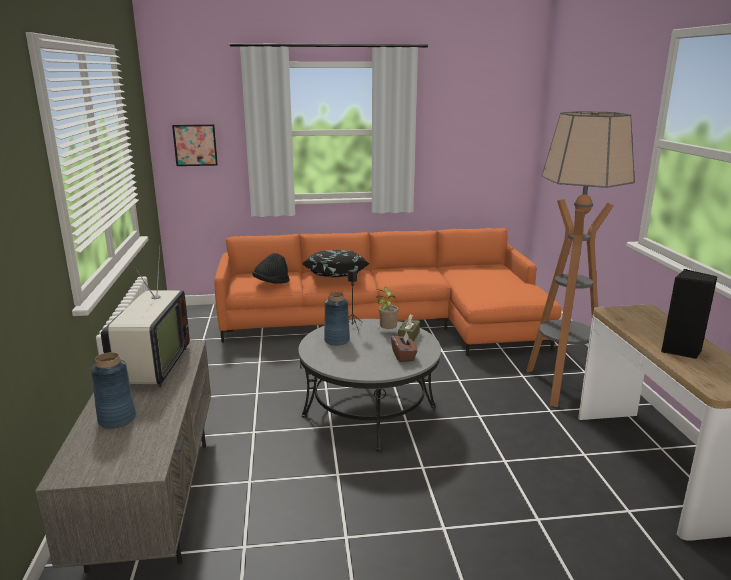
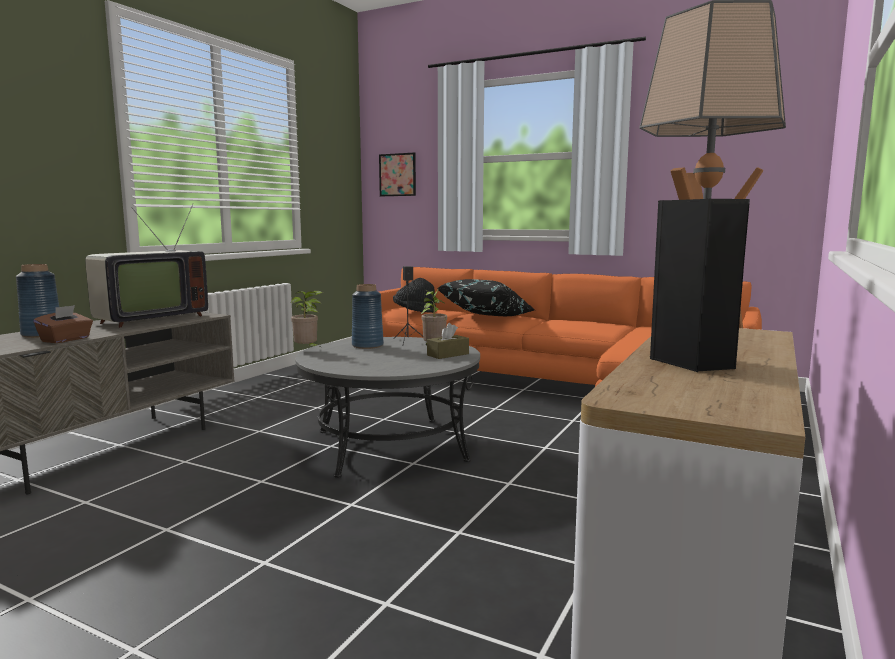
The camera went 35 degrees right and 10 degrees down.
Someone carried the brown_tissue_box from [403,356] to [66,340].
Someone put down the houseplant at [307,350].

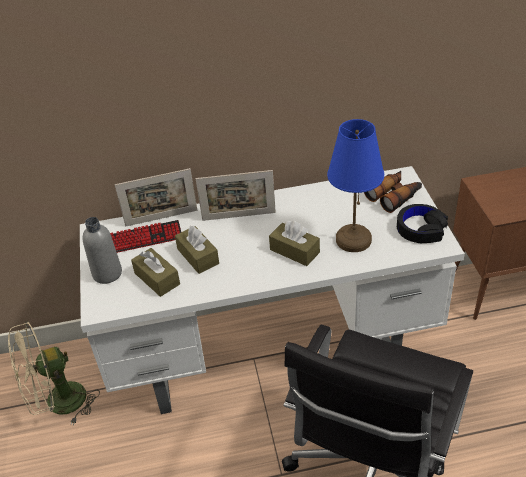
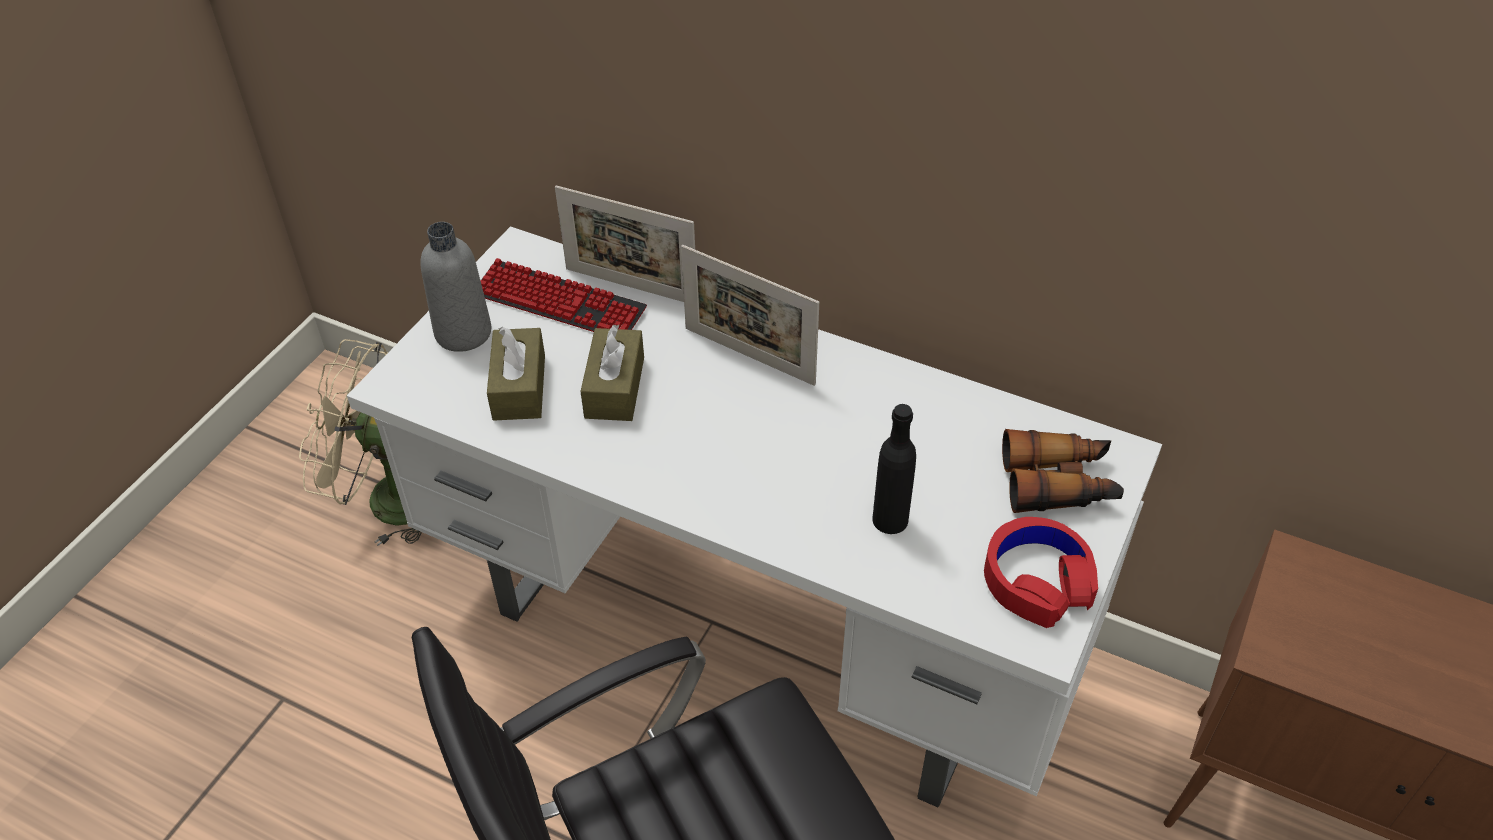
The camera went 35 degrees right and 5 degrees up.
Someone swapped the blue-coloured_table_lamp at [352,240] for the black_bottle at [890,520].
Someone repainted the black_pair_of_headphones at [421,229], which became the red_pair_of_headphones at [1037,580].
Someone took away the brown_tissue_box at [294,251].

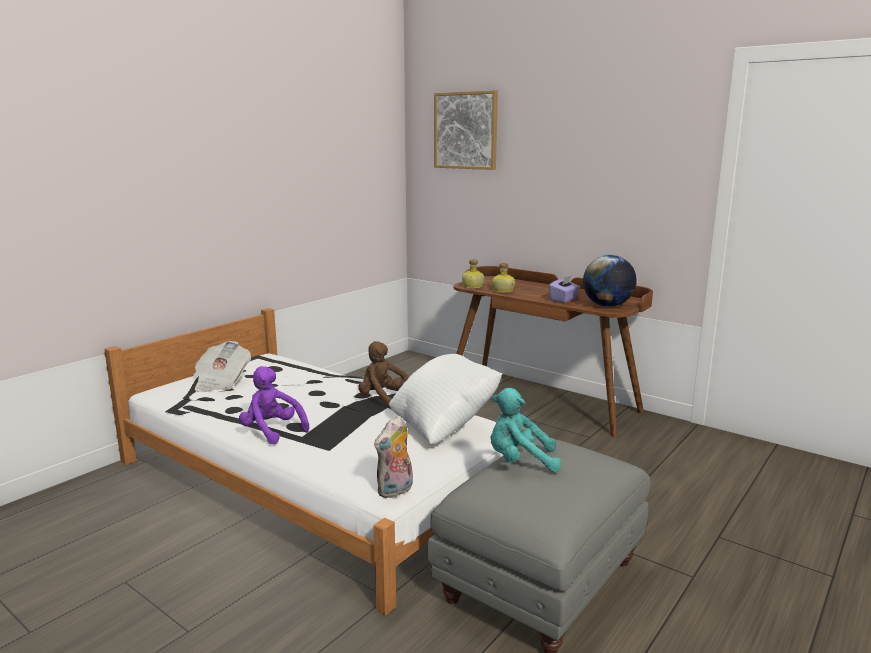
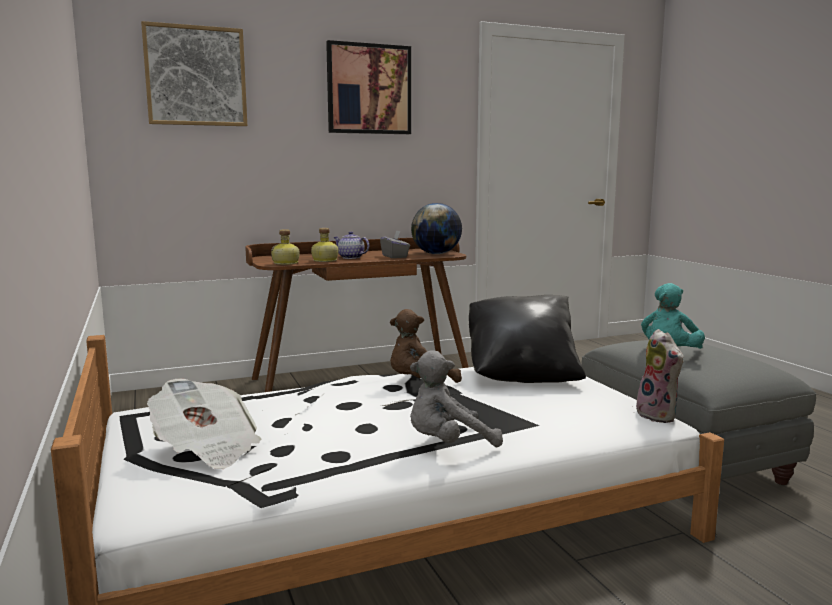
The camera went 60 degrees left and 5 degrees down.
Someone put up the wall_picture at [369,89].
Someone put down the teapot at [350,258].
Someone repainted the purple_tissue_box at [564,300], which became the gray_tissue_box at [395,256].
Someone repainted the purple_cuddly_toy at [272,431], which became the gray_cuddly_toy at [448,444].
Someone repainted the whitish_pillow at [444,425], which became the black_pillow at [521,374].

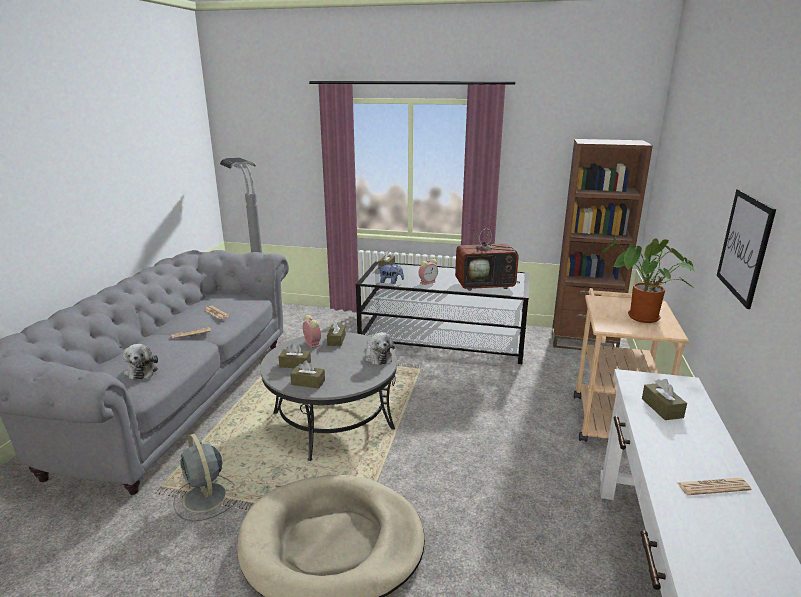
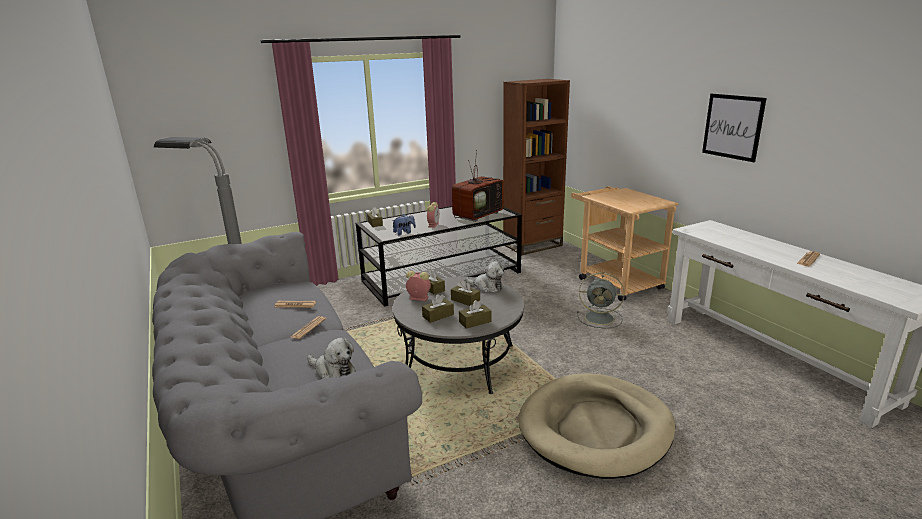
The camera went 40 degrees left and 0 degrees up.
Someone carried the brown_tissue_box from [662,408] to [465,300].
Someone carried the gray_fan from [206,498] to [601,318].
Someone took away the houseplant at [641,318].

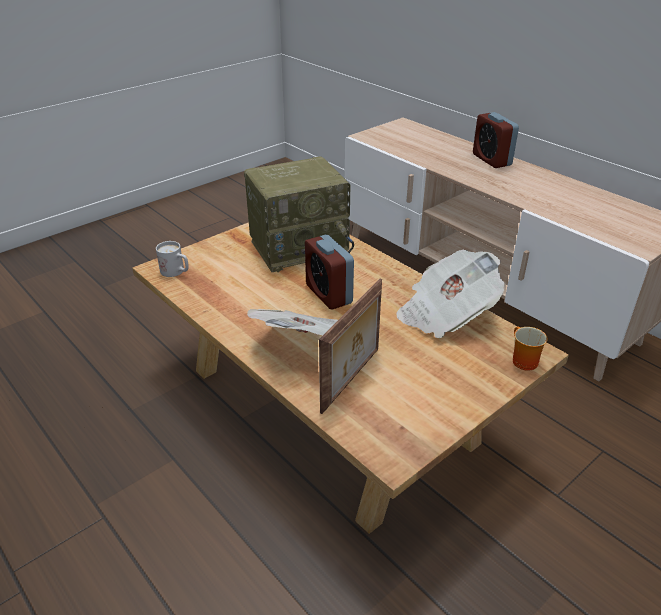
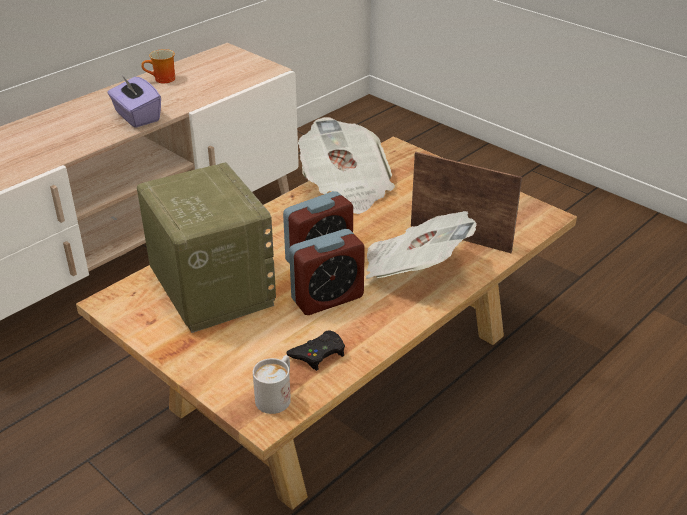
The camera went 95 degrees left and 0 degrees up.
Someone put down the purple_tissue_box at [136,117].
Someone carried the tea_mug from [521,360] to [163,80].
Someone put down the black_gamepad at [318,354].
Someone carried the bedside_clock from [491,160] to [327,298].

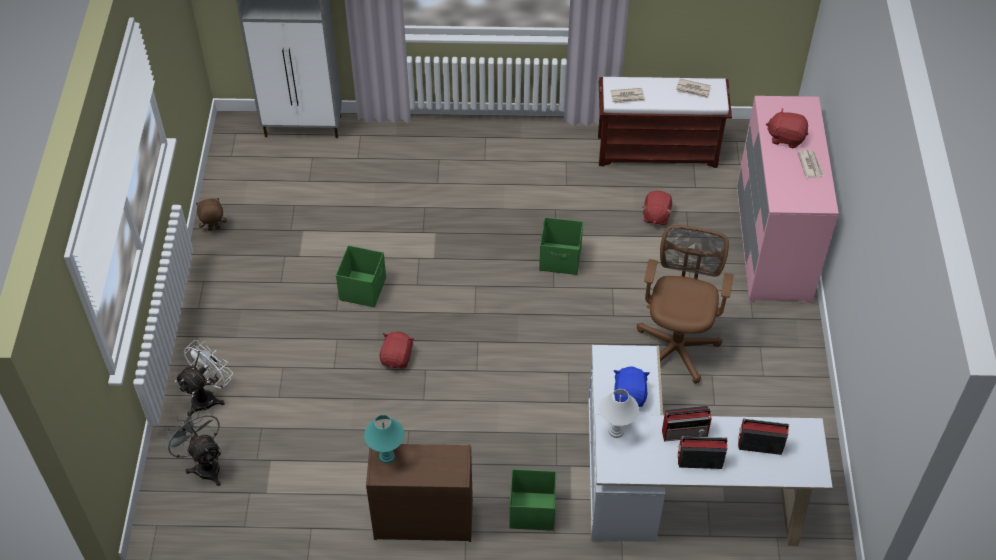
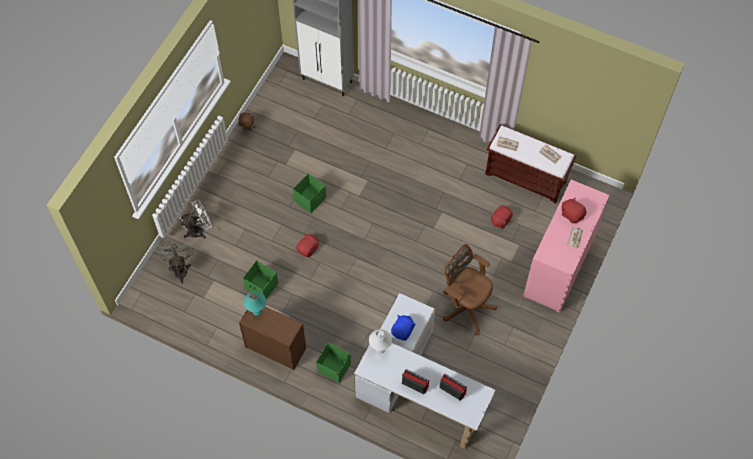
The camera went 25 degrees right and 10 degrees up.
Someone carried the green_storage_container from [561,259] to [262,286].
Someone rotated the brown_office_chair at [676,346] by 90 degrees counterclockwise.
Someone took away the radio_set at [685,433].

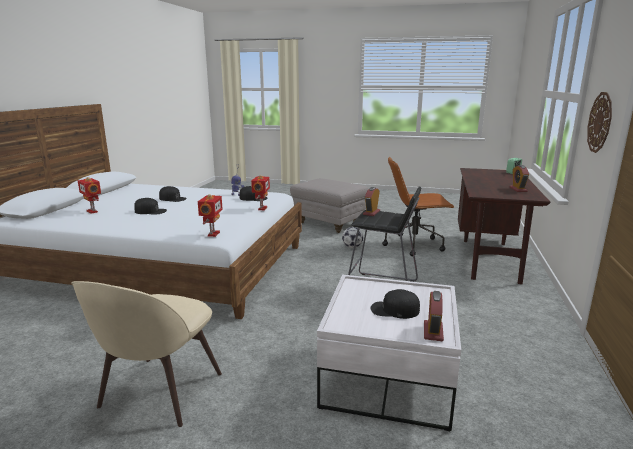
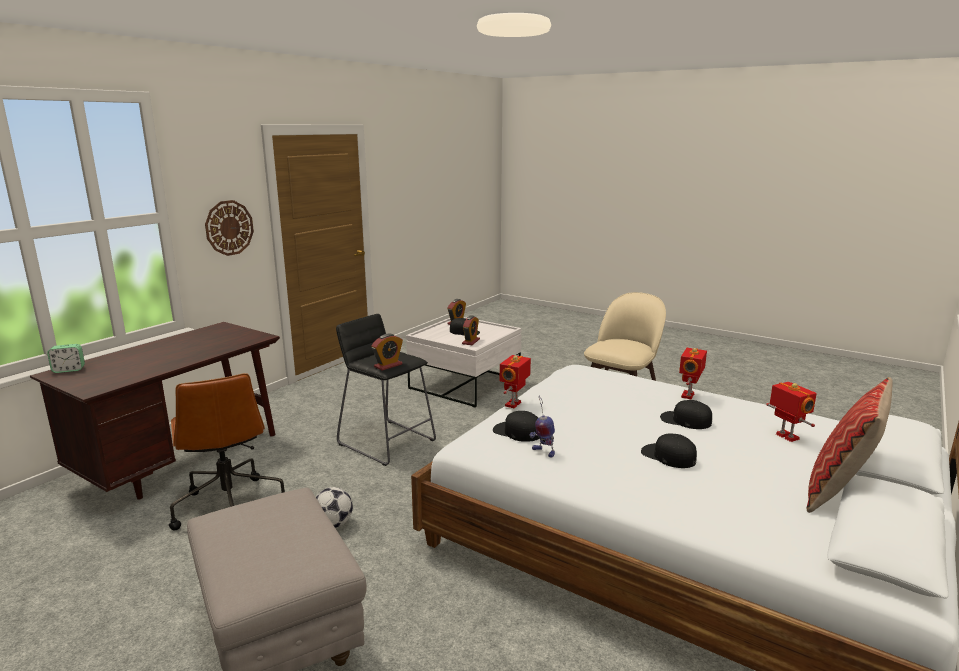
The camera went 160 degrees left and 0 degrees up.
Someone rotated the brown_office_chair at [415,245] by 45 degrees clockwise.
Someone carried the bedside_clock from [518,189] to [471,341].
Someone carried the robot_figure from [212,234] to [689,395].
Someone put down the pillow at [839,492].

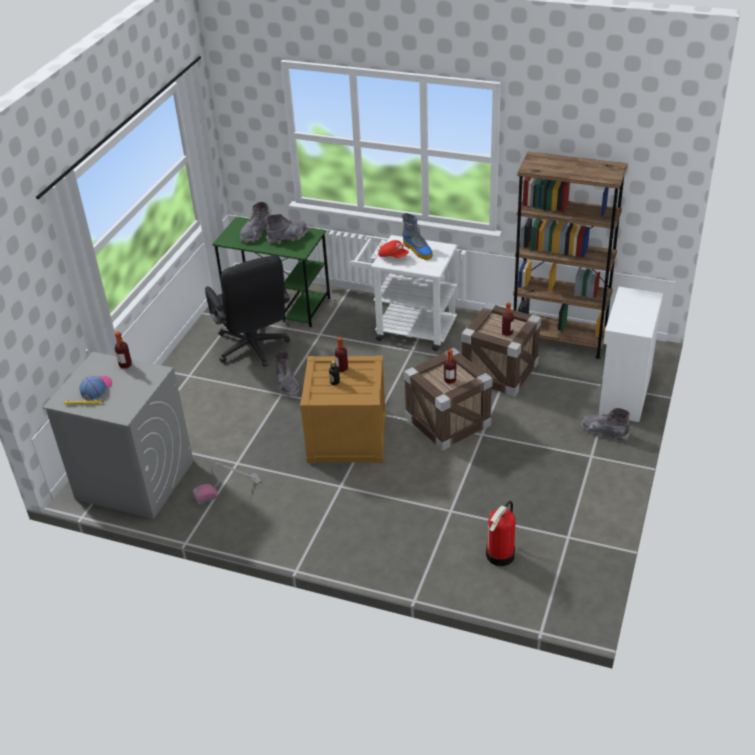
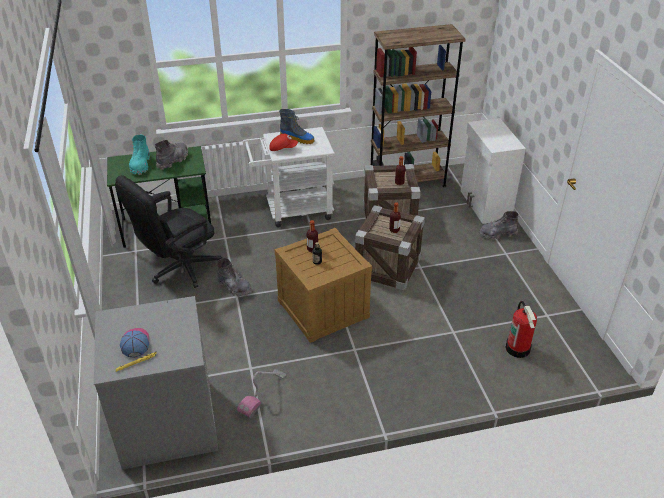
The camera went 35 degrees left and 0 degrees up.
Someone rotated the black_office_chair at [254,349] by 105 degrees clockwise.
Someone repainted the gray_boot at [256,233], which became the turquoise-coloured_boot at [140,165].
Someone took away the bottle at [125,365].

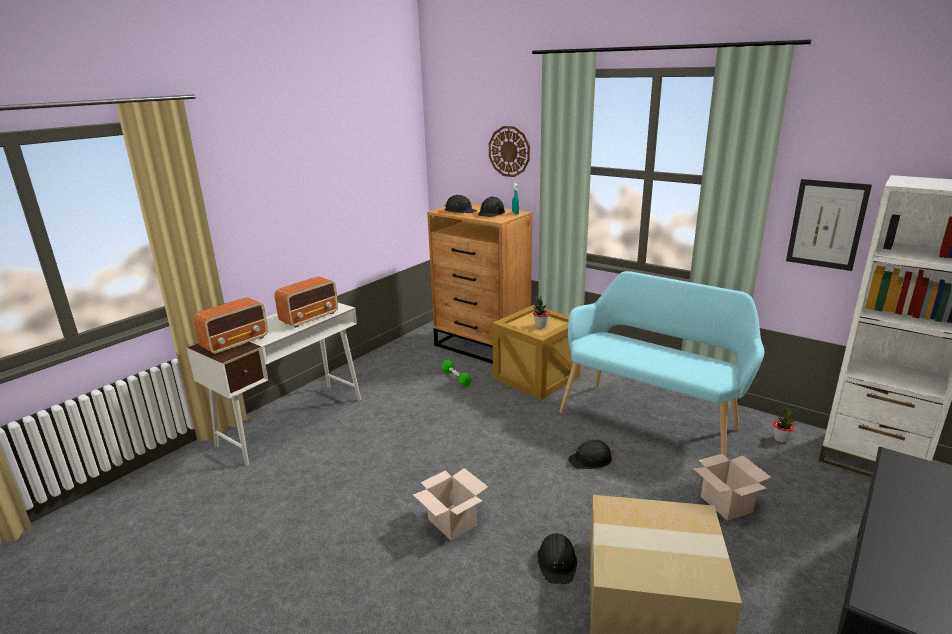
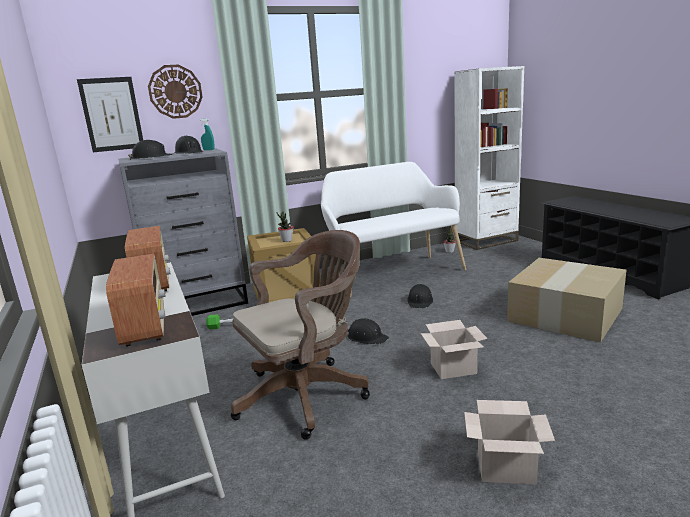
The camera went 60 degrees left and 5 degrees down.
Someone carried the wall_picture from [826,224] to [112,114].
Someone repainted the brown_drawer_chest at [482,347], which became the gray_drawer_chest at [199,304].
Someone put down the brown_office_chair at [307,394].
Someone repainted the turquoise-coloured_long_seat at [652,418], which became the whitish_long_seat at [392,273].
Someone carried the black_safety_helmet from [557,562] to [367,337].
Someone carried the cardboard_box from [727,504] to [507,467].

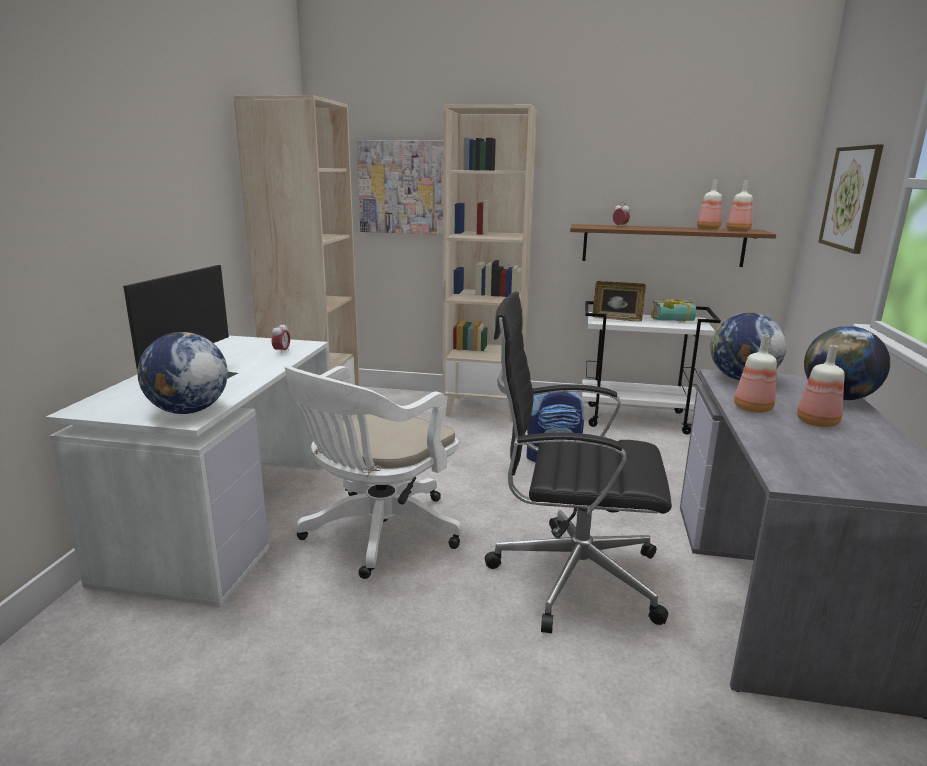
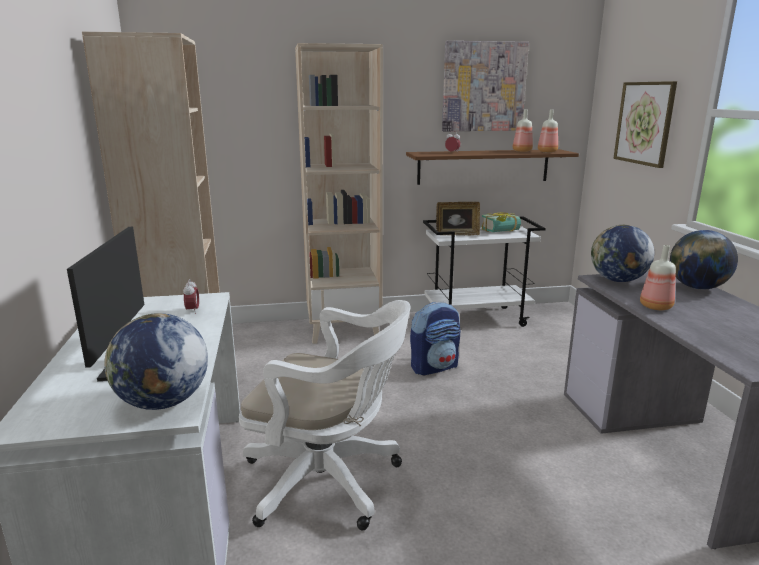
The camera went 20 degrees left and 0 degrees up.
Someone rotated the whitish_office_chair at [376,534] by 90 degrees counterclockwise.
Someone carried the wall_picture from [402,187] to [483,87].
Someone took away the black_office_chair at [571,575].
Someone took away the bottle at [816,422].

